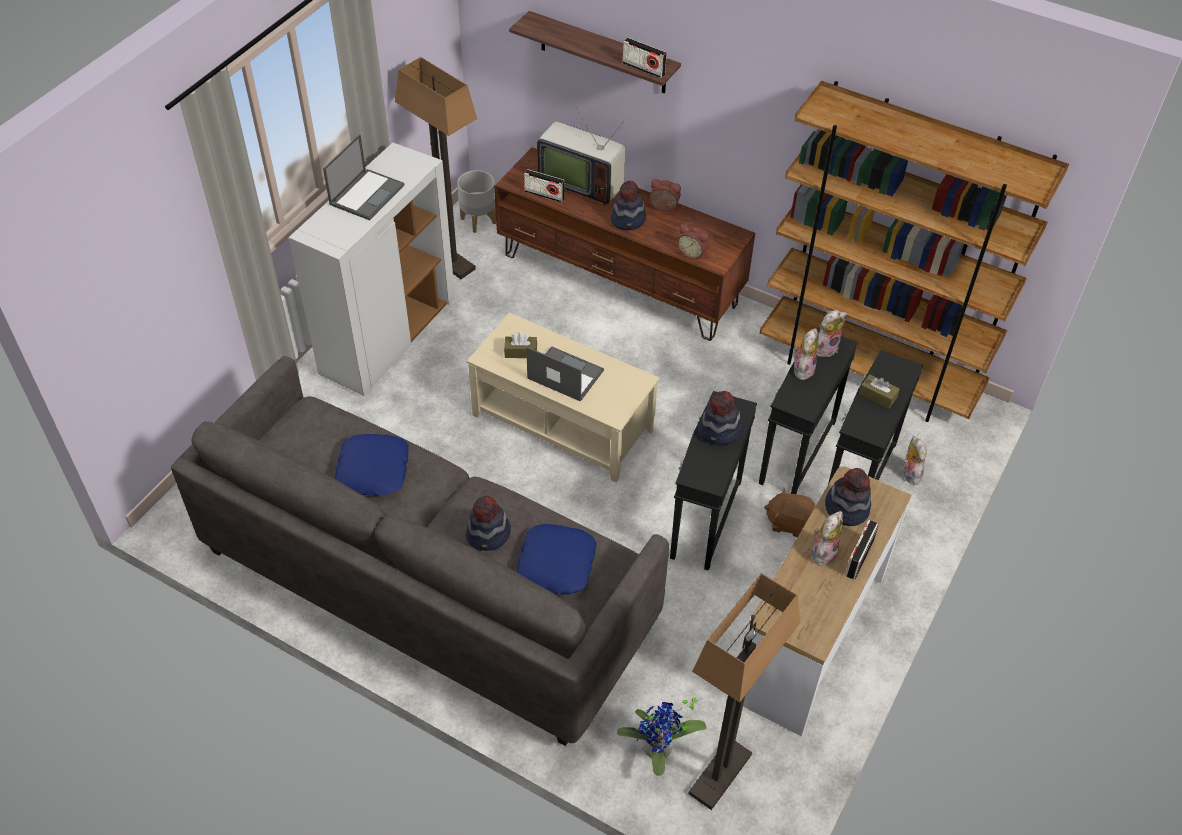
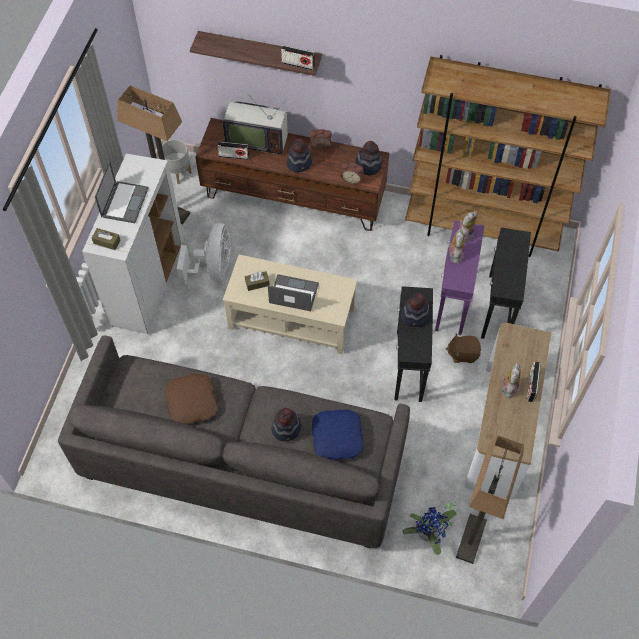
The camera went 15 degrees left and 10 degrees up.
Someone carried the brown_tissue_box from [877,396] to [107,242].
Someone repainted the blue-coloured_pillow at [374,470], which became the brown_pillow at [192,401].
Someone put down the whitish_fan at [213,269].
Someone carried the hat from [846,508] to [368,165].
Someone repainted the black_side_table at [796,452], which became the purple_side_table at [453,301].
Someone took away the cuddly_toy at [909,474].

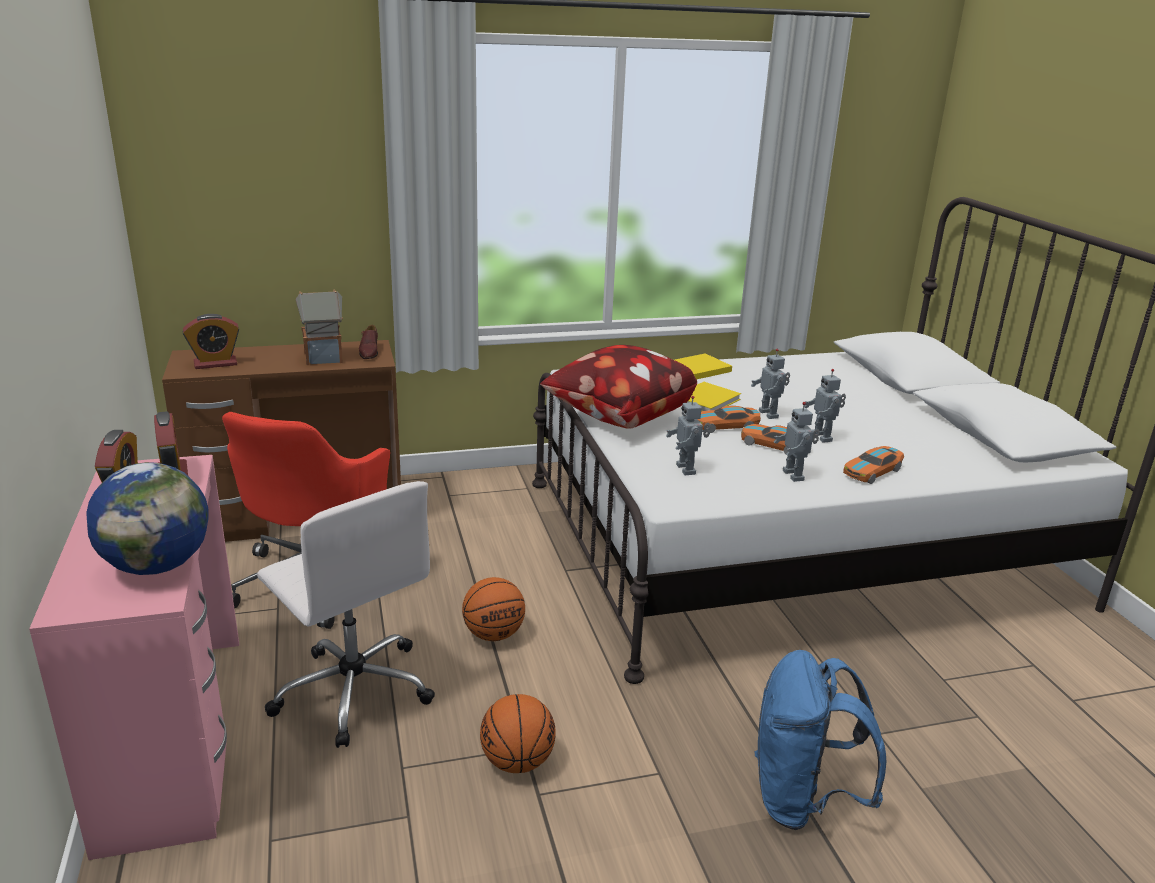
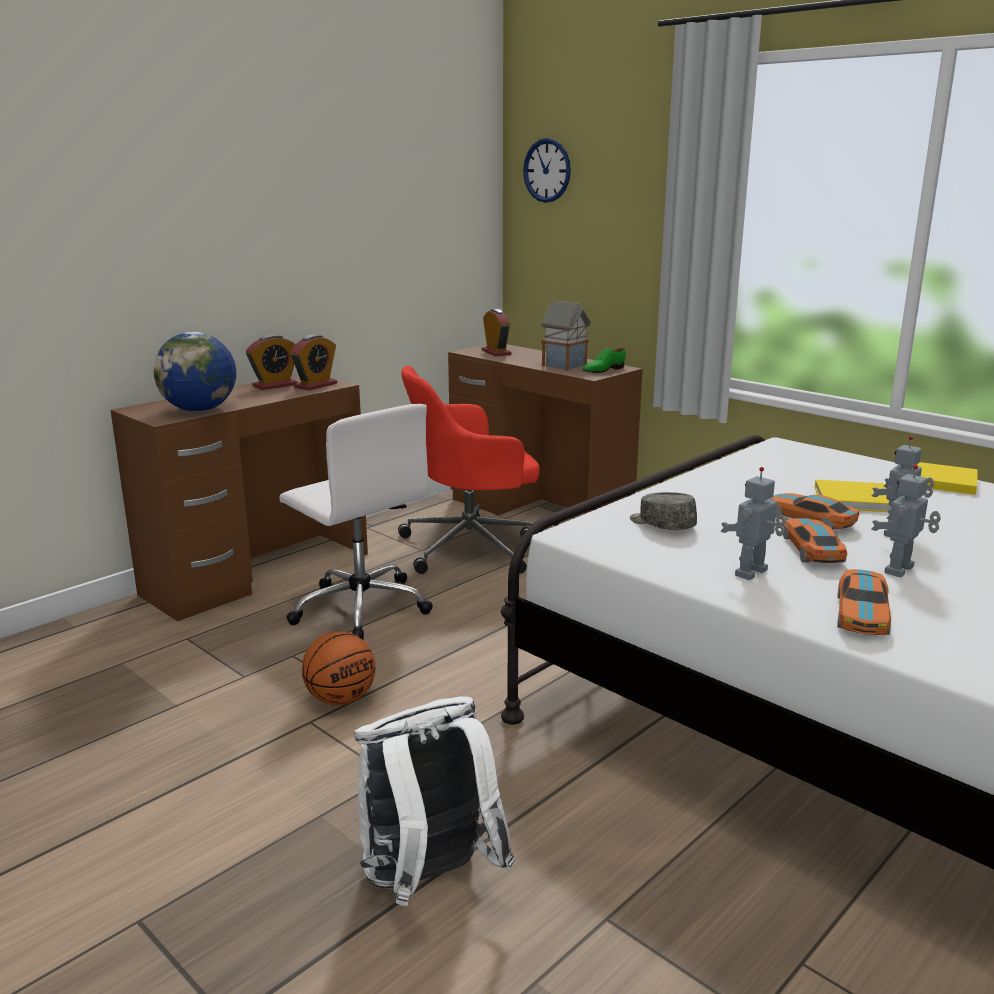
The camera went 60 degrees right and 5 degrees down.
Someone repainted the pinkish_desk at [173,735], which became the brown_desk at [258,573].
Someone rotated the whitish_office_chair at [353,689] by 60 degrees counterclockwise.
Someone repainted the blue-coloured_backpack at [802,800], which became the whitish_backpack at [428,881].
Someone rotated the bedside_clock at [215,363] by 150 degrees counterclockwise.
Someone put up the wall_clock at [547,170].
Someone repainted the brown_low_shoe at [369,352], which became the green_low_shoe at [603,370].
Someone swapped the robot_figure at [687,469] for the gray_baseball_cap at [661,525].
Someone rotated the model_car at [872,471] by 90 degrees counterclockwise.
Someone took away the basketball_ball at [493,634].
Someone took away the pillow at [617,416].

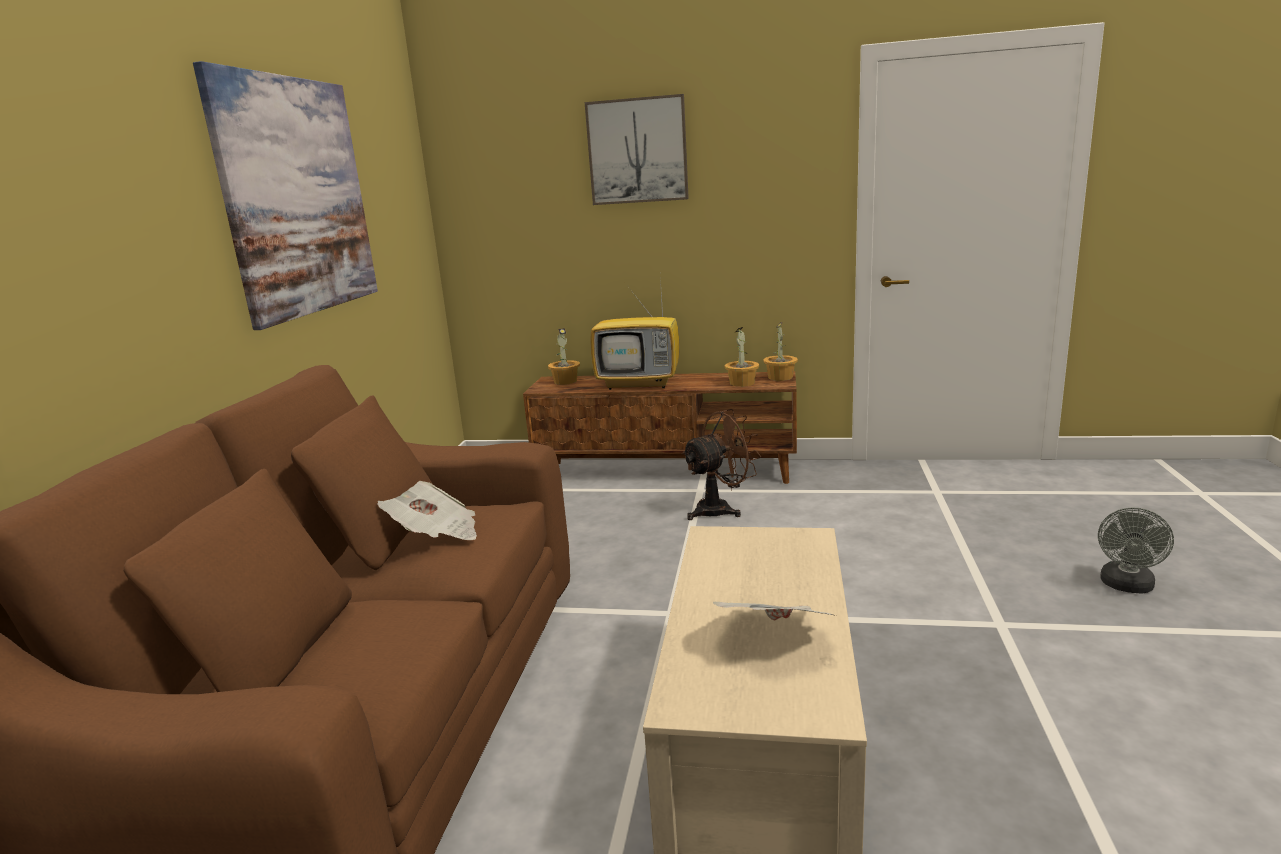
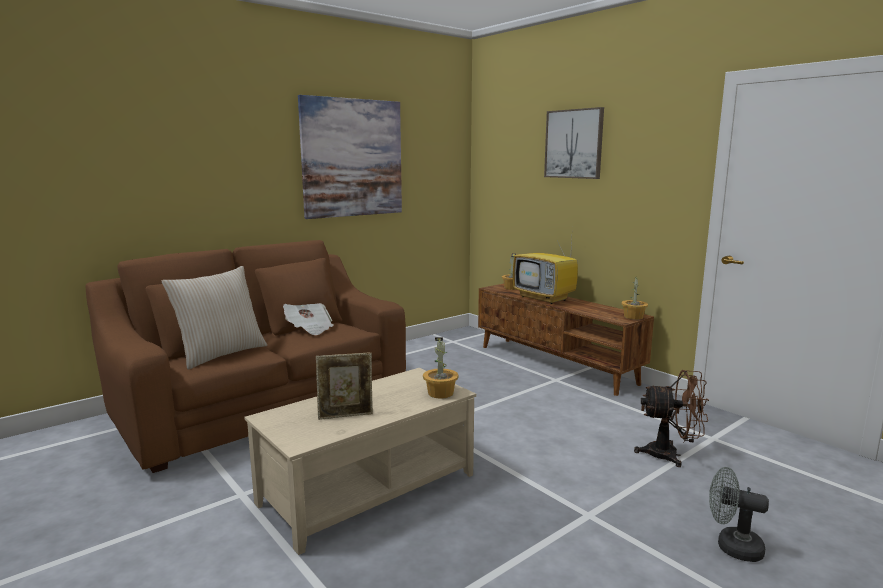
The camera went 40 degrees right and 5 degrees down.
Someone put down the beige-coloured_pillow at [220,354].
Someone swapped the printed_paper at [776,636] for the photo_frame at [346,415].
Someone carried the houseplant from [742,383] to [440,393].
Someone carried the brown_fan from [720,509] to [670,455].
Someone rotated the gray_fan at [1127,586] by 45 degrees clockwise.

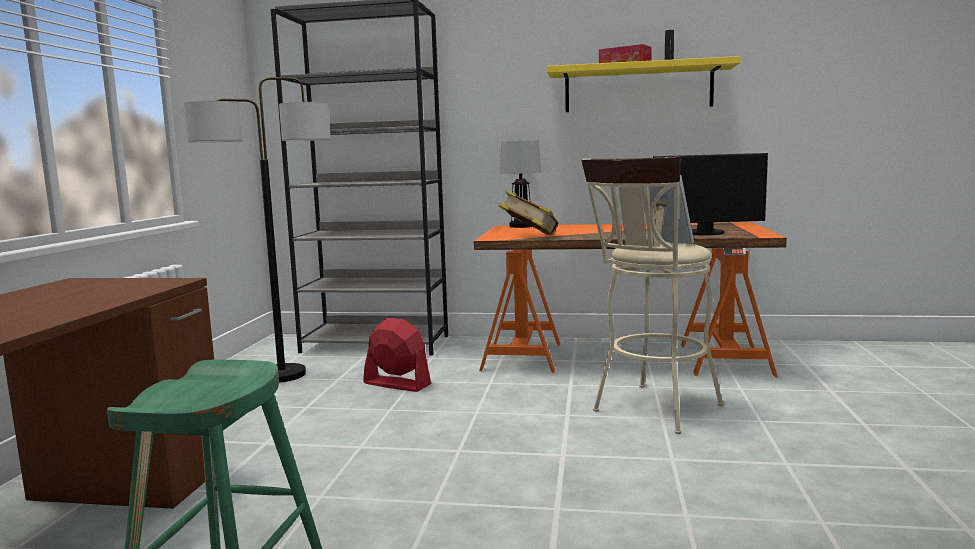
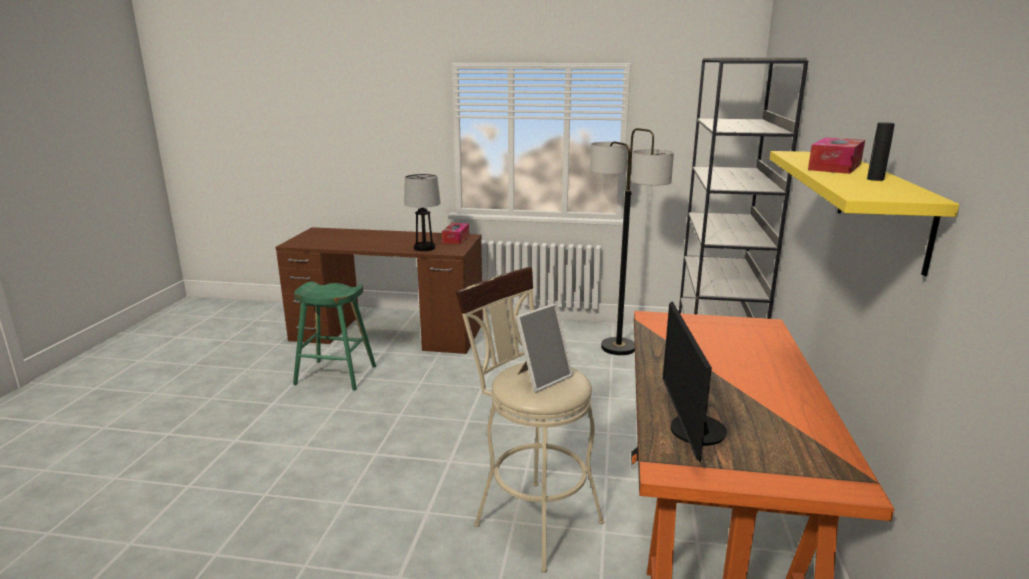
The camera went 90 degrees right and 10 degrees up.
Someone carried the table_lamp from [522,226] to [424,248].
Someone put down the tissue_box at [456,238].
Someone took away the red_fan at [396,384].
Someone took away the volume at [529,236].

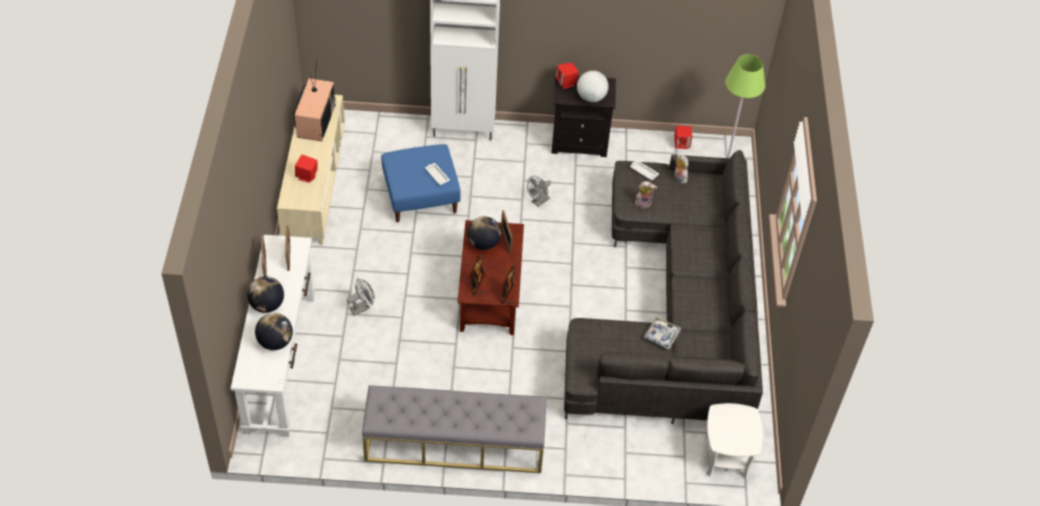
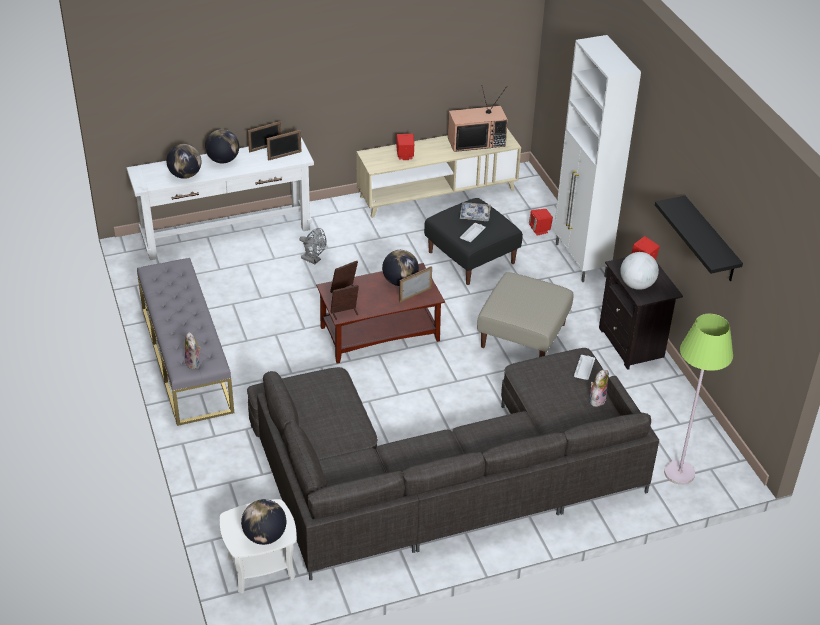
The camera went 70 degrees right and 10 degrees down.
Someone carried the cuddly_toy from [643,202] to [194,363].
Someone put down the world_globe at [264,536].
Someone repainted the blue-coloured_pouffe at [421,196], which became the black_pouffe at [472,257].
Someone carried the carrying_tray from [661,335] to [474,215].
Someone swapped the gray_fan at [538,202] for the beige-coloured_pouffe at [523,336].
Someone carried the red_loudspeaker from [681,144] to [539,230].
Someone put up the black_wall_shelf at [710,240].

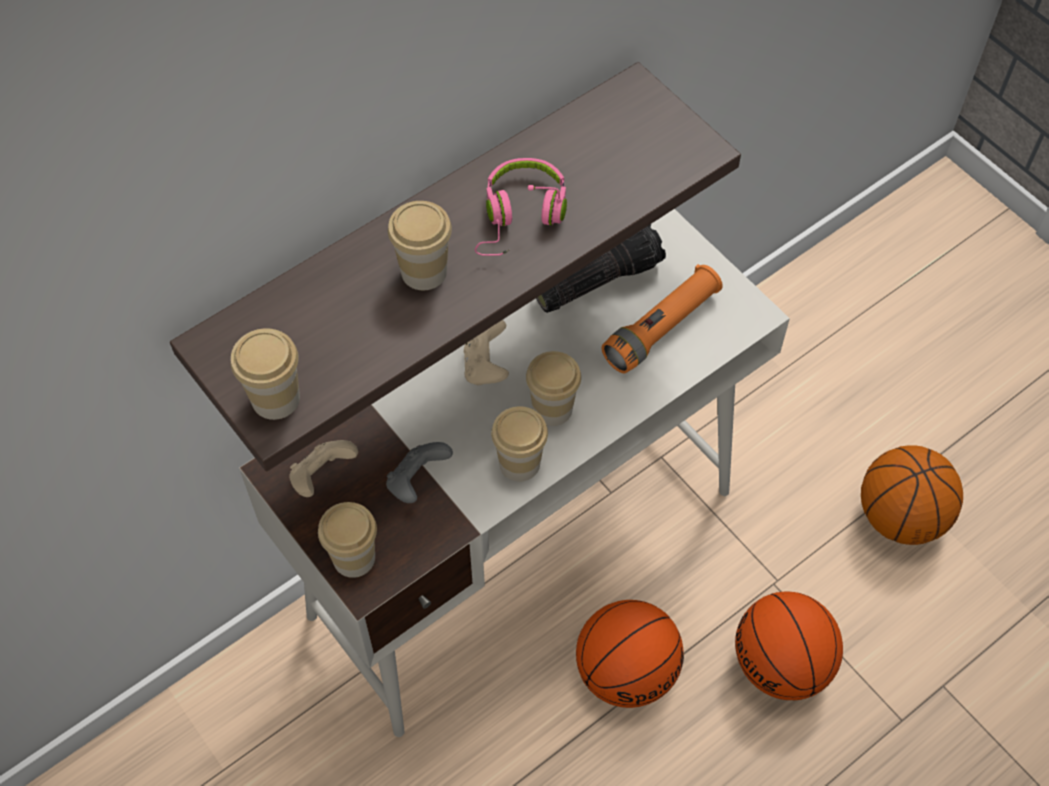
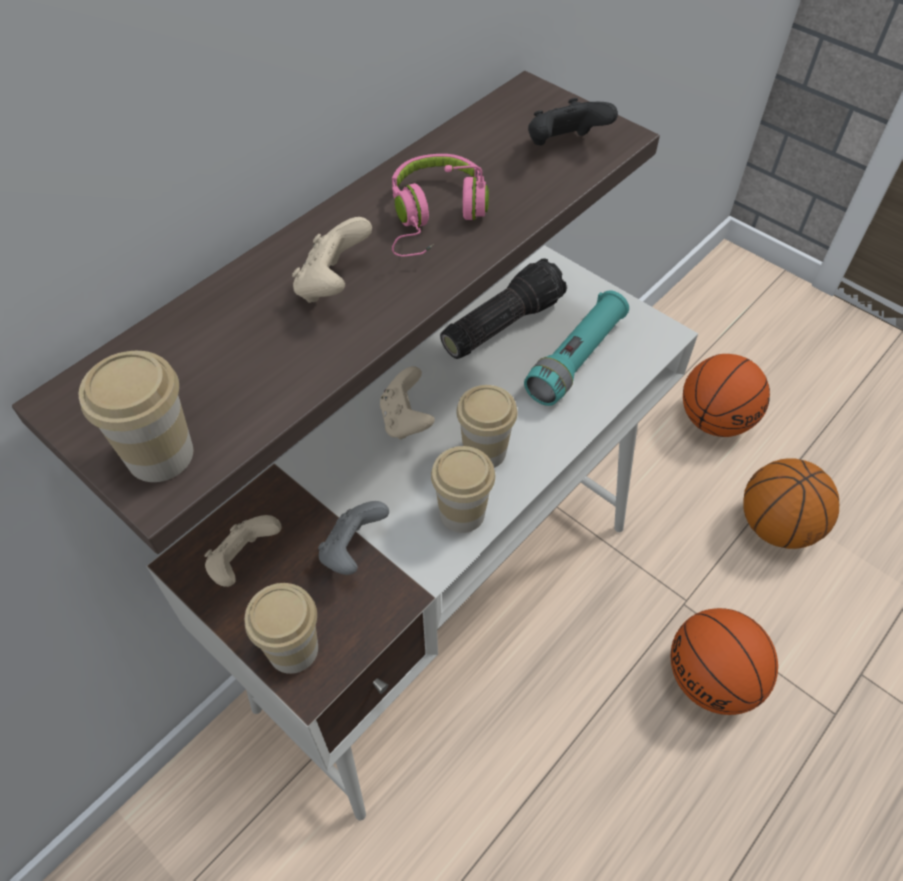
The camera went 10 degrees left and 5 degrees down.
Someone swapped the cup at [424,271] for the beige-coloured_gamepad at [333,285].
Someone repainted the orange_flashlight at [661,328], which became the turquoise-coloured_flashlight at [576,359].
Someone put down the black_gamepad at [564,146].
Someone carried the basketball_ball from [627,670] to [715,419].

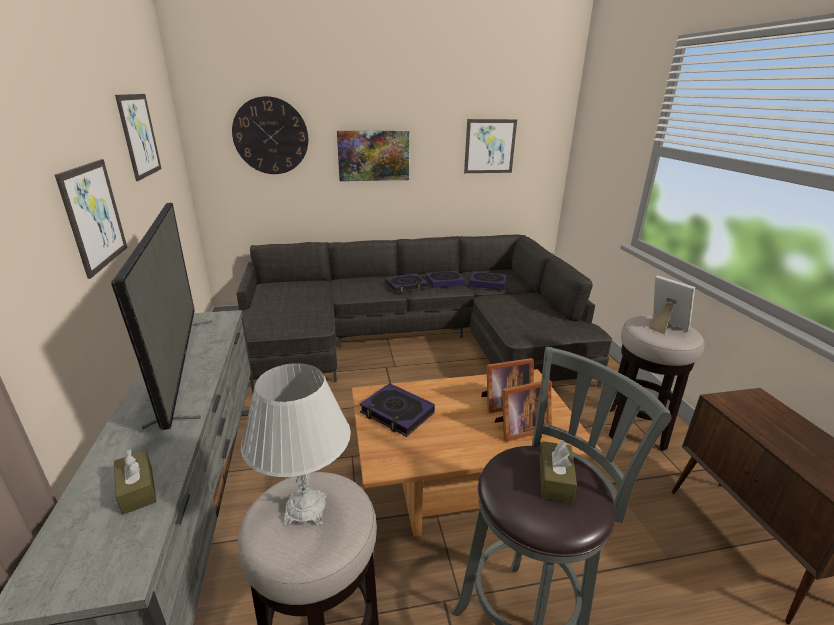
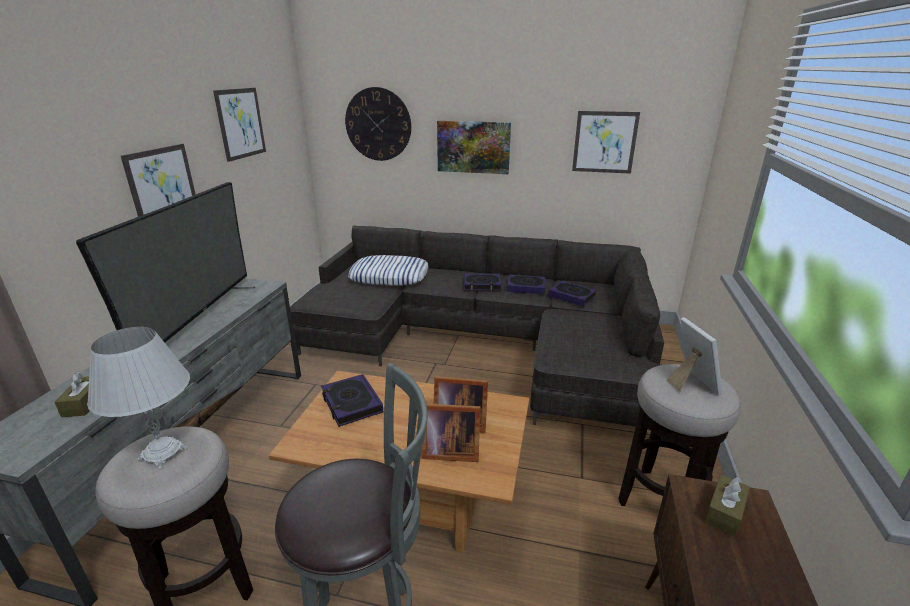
The camera went 25 degrees right and 0 degrees up.
Someone put down the pillow at [390,276].
Someone carried the brown_tissue_box from [555,479] to [724,512].

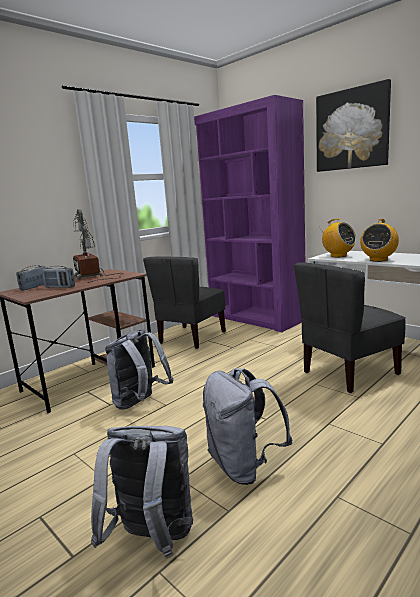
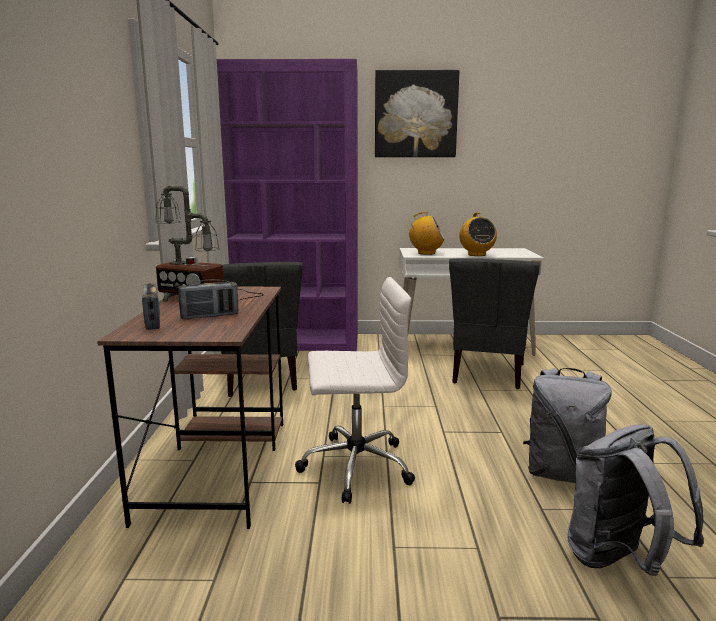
The camera went 45 degrees left and 0 degrees up.
Someone swapped the gray_backpack at [140,403] for the whitish_office_chair at [354,466].

